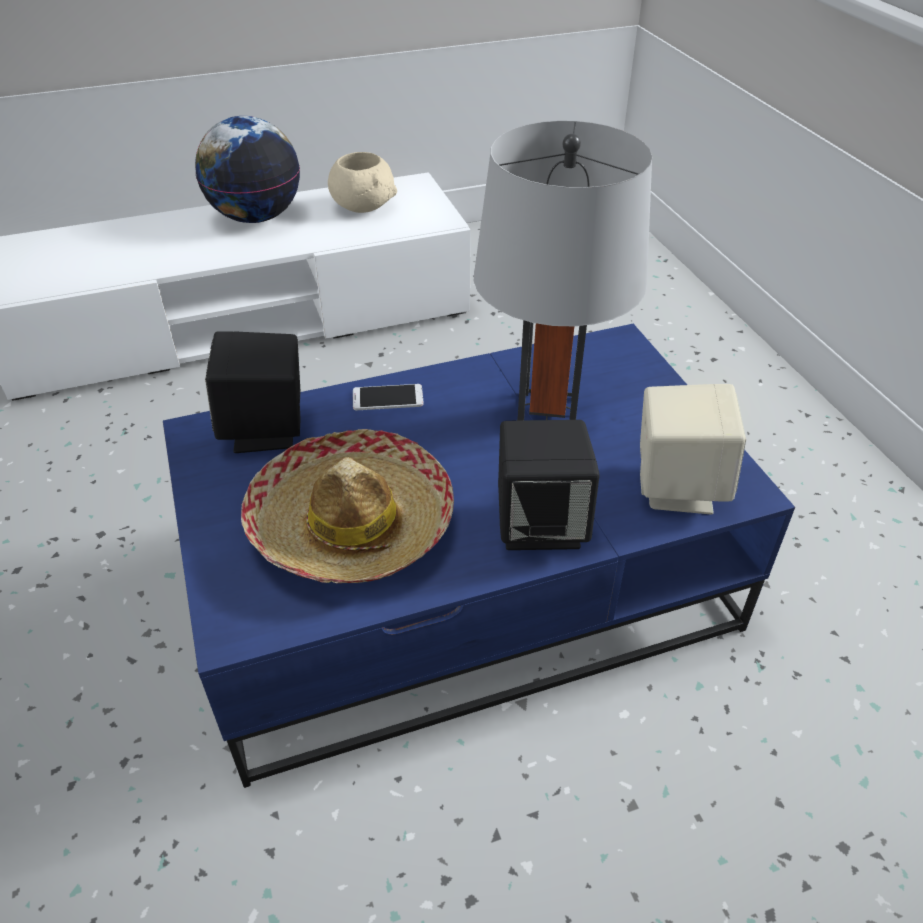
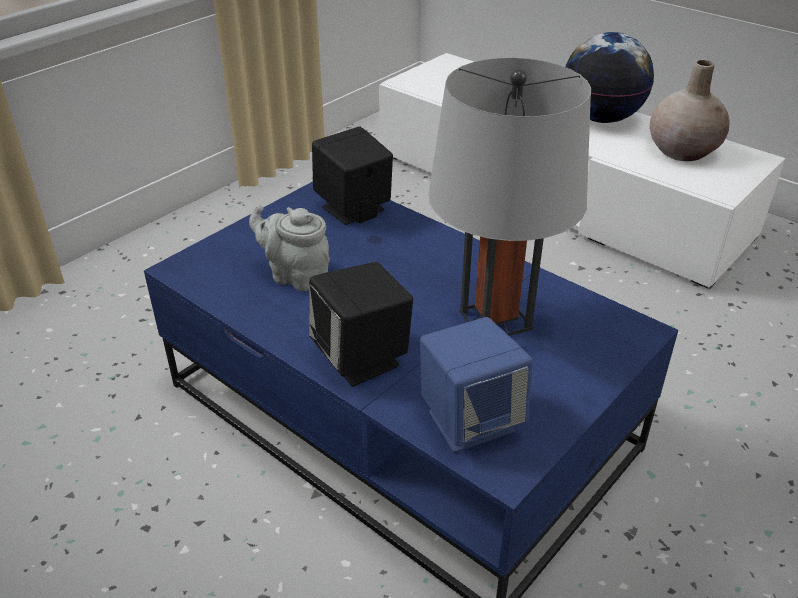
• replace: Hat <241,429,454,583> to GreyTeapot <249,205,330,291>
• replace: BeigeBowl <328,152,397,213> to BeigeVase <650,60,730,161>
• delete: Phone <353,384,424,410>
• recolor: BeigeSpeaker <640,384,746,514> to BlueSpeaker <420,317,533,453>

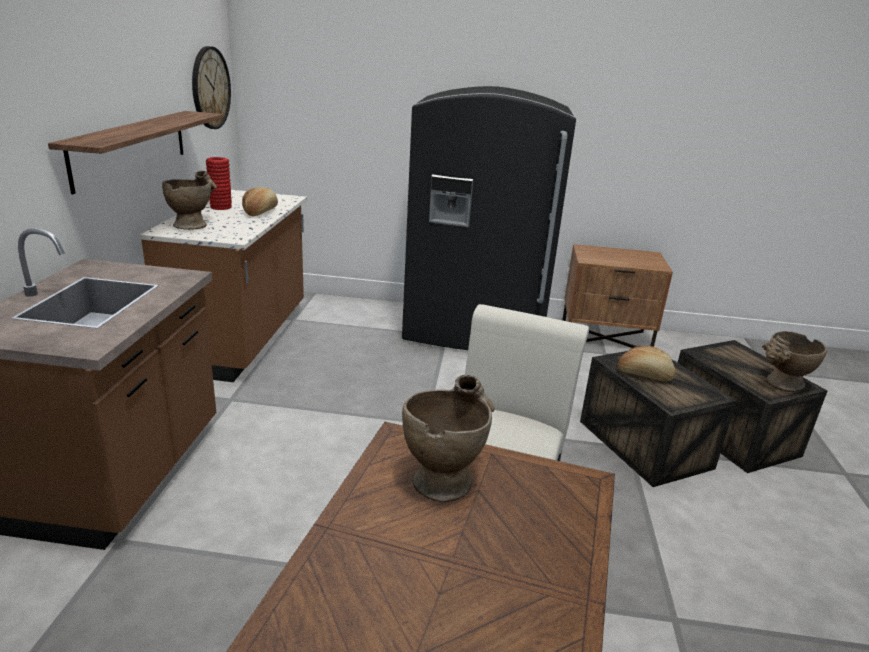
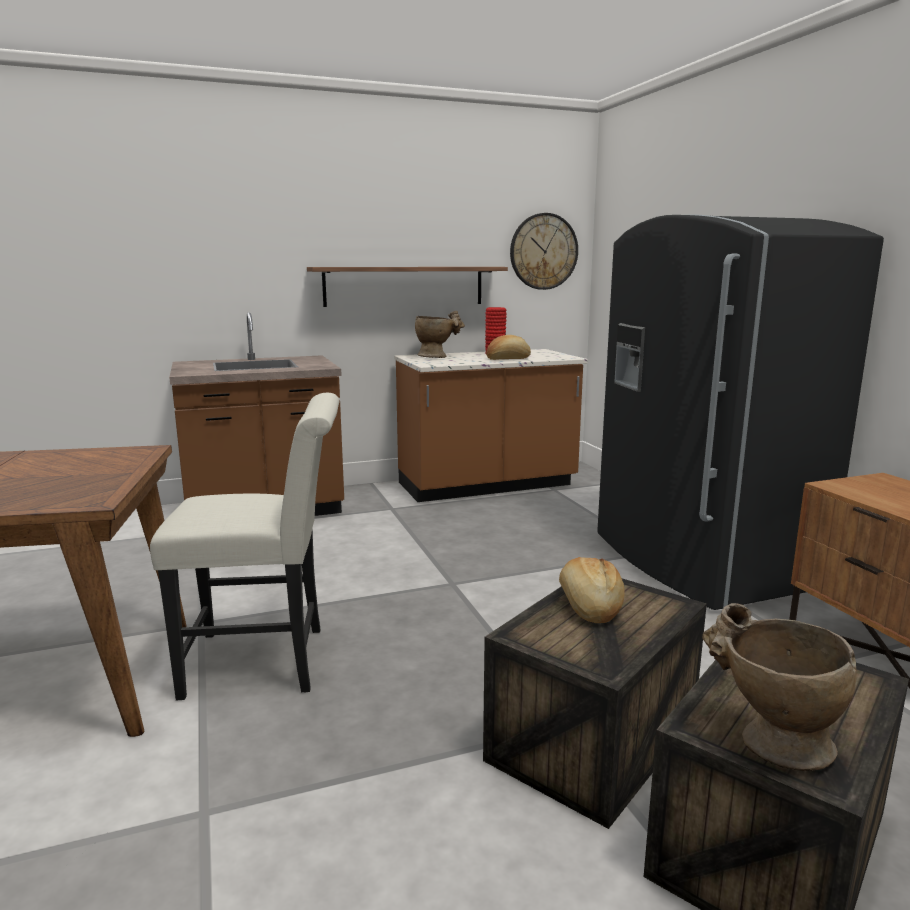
• delete: BeigeVase <402,375,495,502>

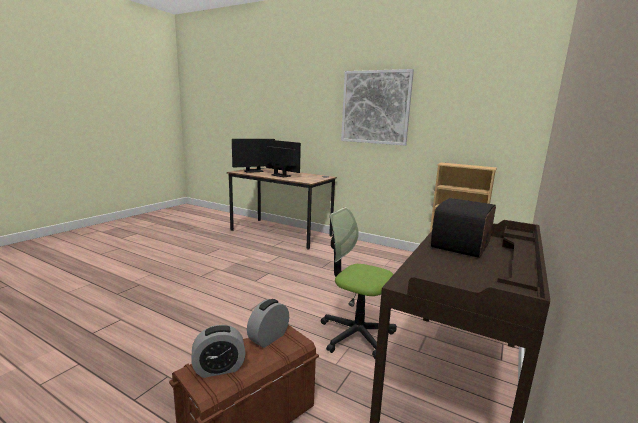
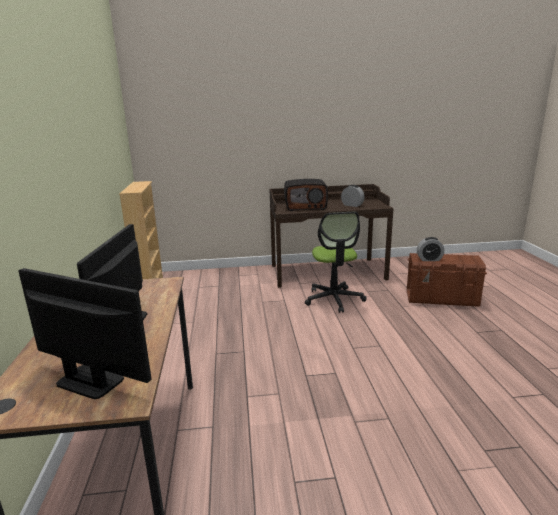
• move: AlarmClock <191,325,246,378> to <341,185,365,207>
• delete: Picture <341,69,414,145>

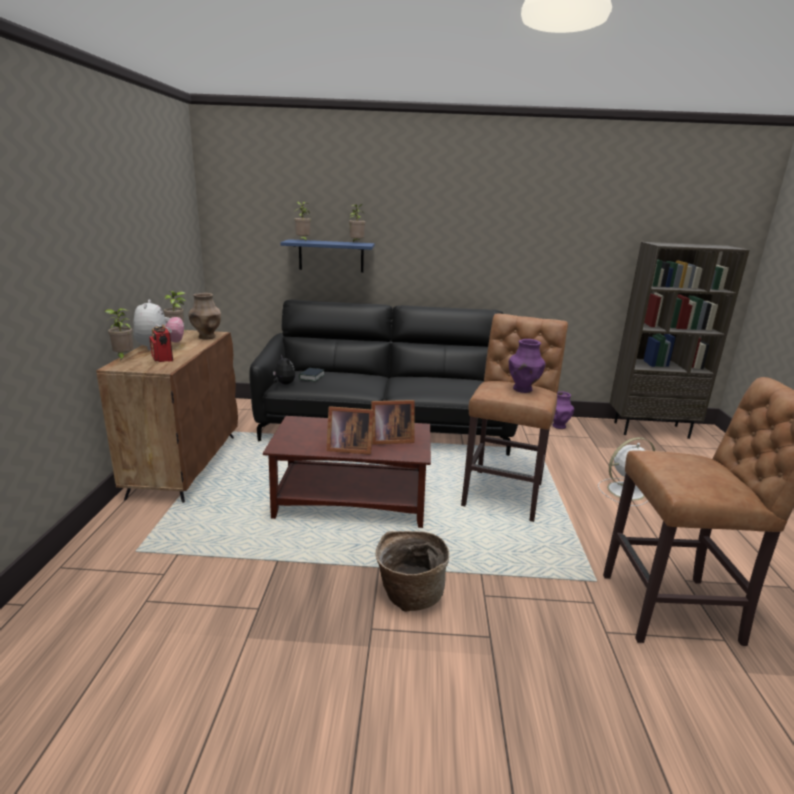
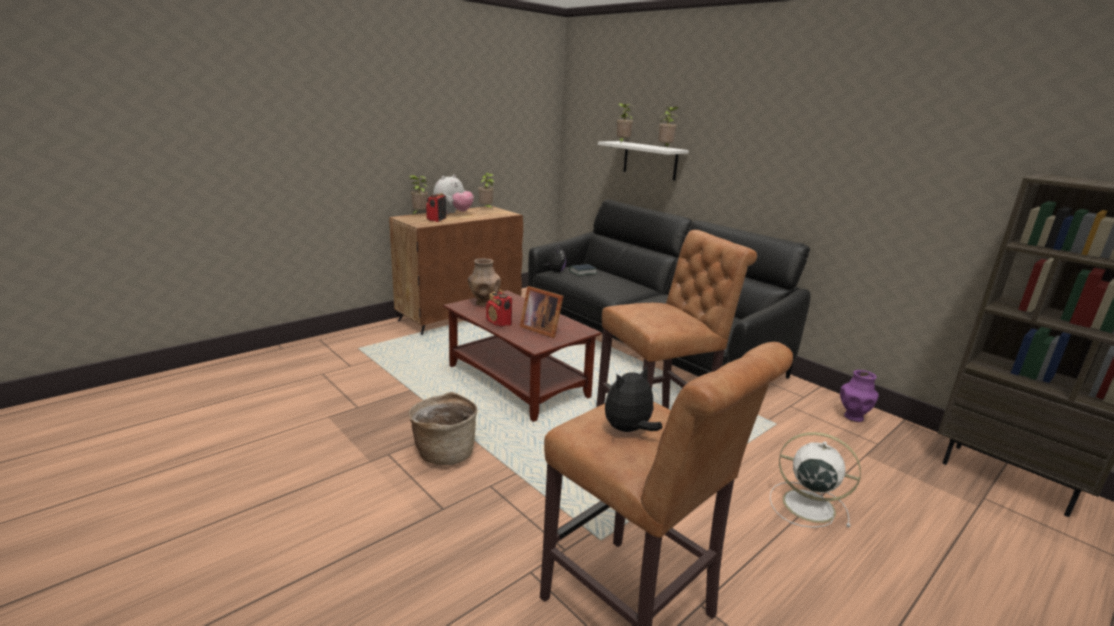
• move: BrownVase <189,293,221,339> to <468,259,501,306>
• recolor: BlueShelf <280,239,375,273> to WhiteShelf <598,141,689,181>
• replace: PictureFrame <326,406,374,455> to Radio <486,290,512,327>
• delete: PurpleVase <509,339,546,393>
• insert: PlushToy <605,366,662,432>

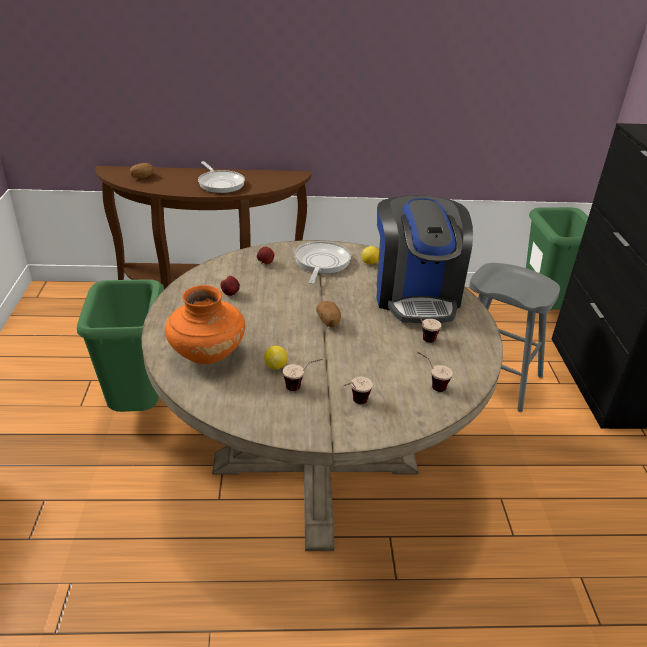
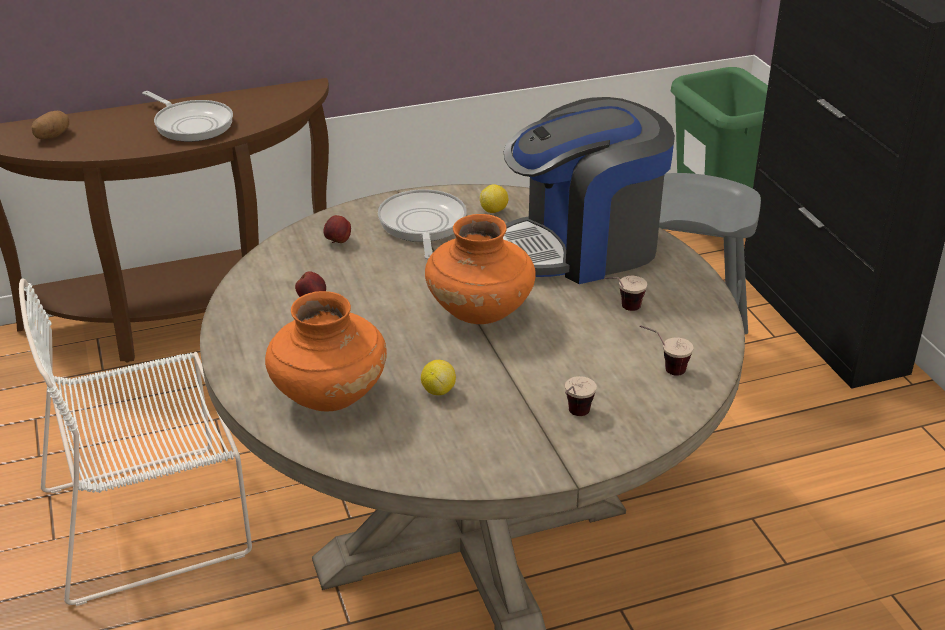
• replace: GreenTrashCan <77,279,164,412> to WhiteChair <19,278,252,606>
• delete: Cup <283,359,323,391>
• replace: Potato <316,301,341,327> to OrangeVase <425,214,536,324>
• rotate: CoffeeMachine <376,195,473,323> = <503,97,675,284> 90 degrees clockwise

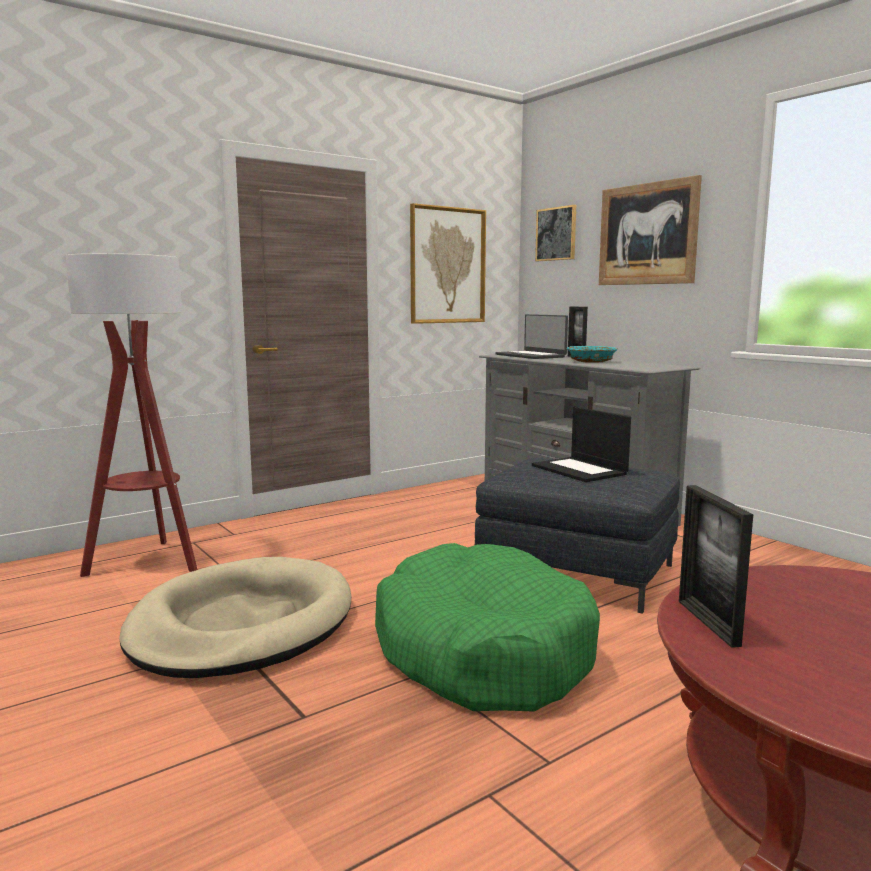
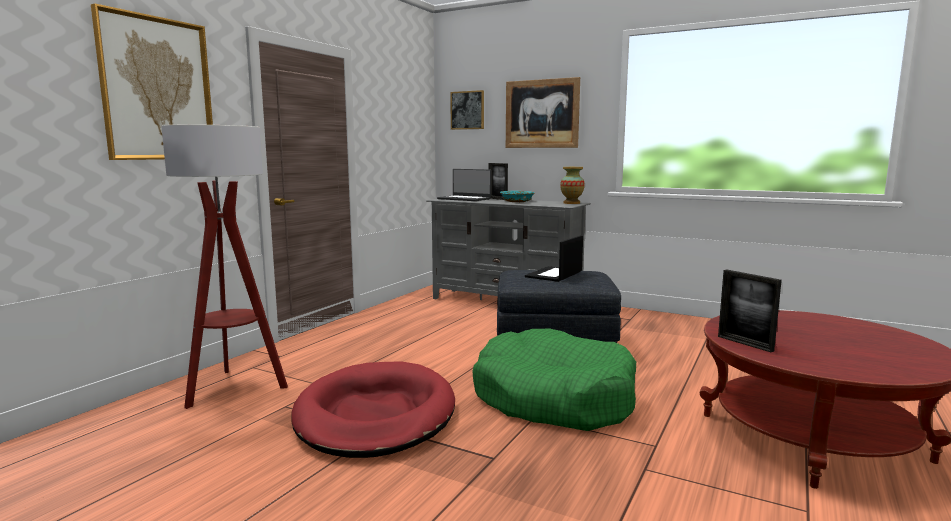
• recolor: BeigeDogBed <119,557,351,678> to RedDogBed <292,361,455,458>
• move: Picture <410,203,486,324> to <91,4,213,160>
• rotate: Laptop <532,407,631,482> = <525,235,583,282> 90 degrees clockwise
• insert: Vase <560,167,585,204>

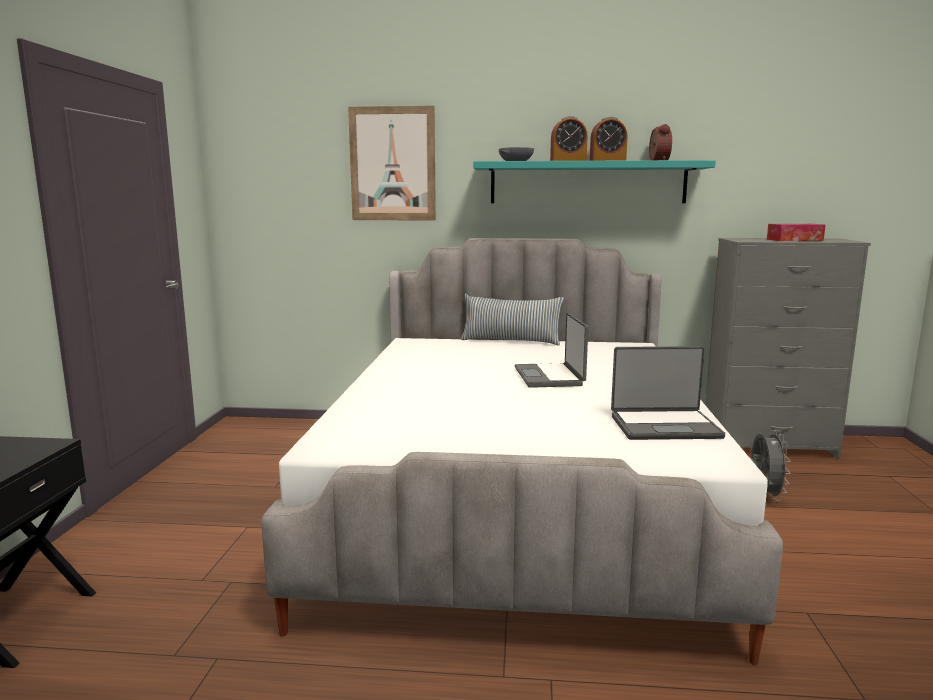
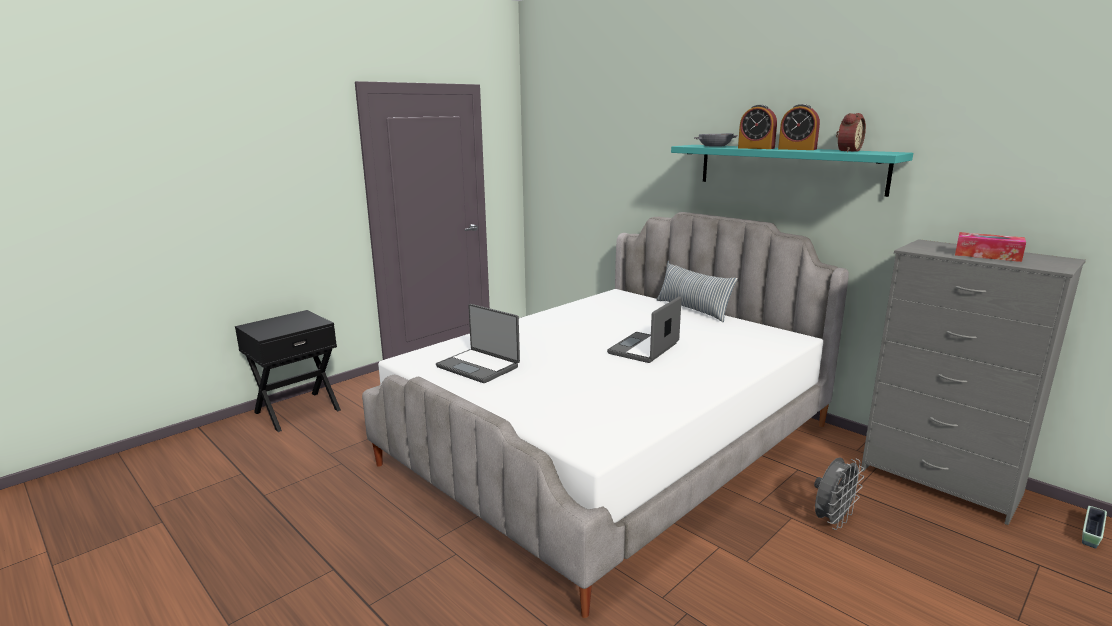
• delete: Picture <348,106,436,220>
• move: Laptop <611,346,725,440> to <436,304,520,383>
• insert: Planter <1082,506,1107,548>

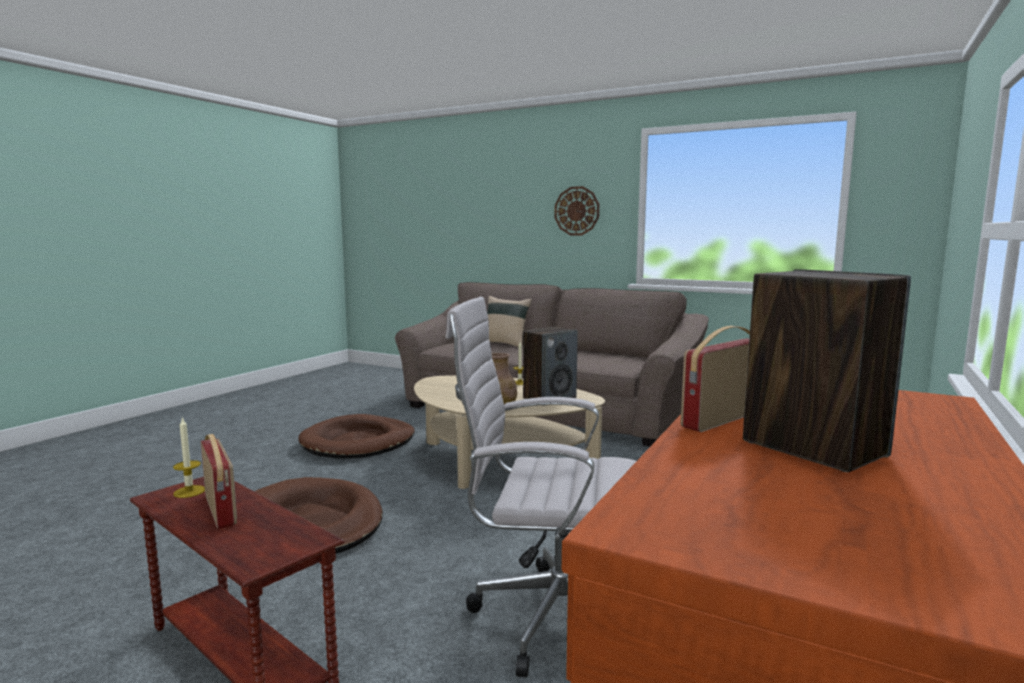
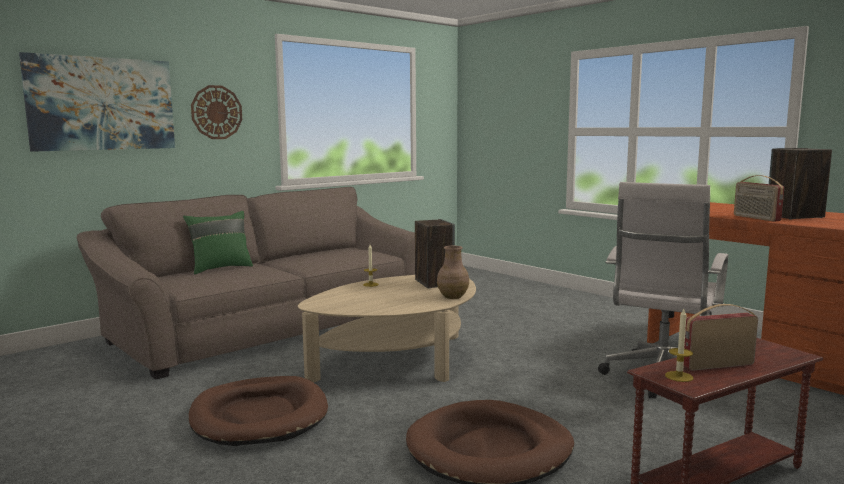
• recolor: BeigePillow <487,296,532,347> to GreenPillow <183,211,253,274>
• insert: Picture <19,52,175,152>

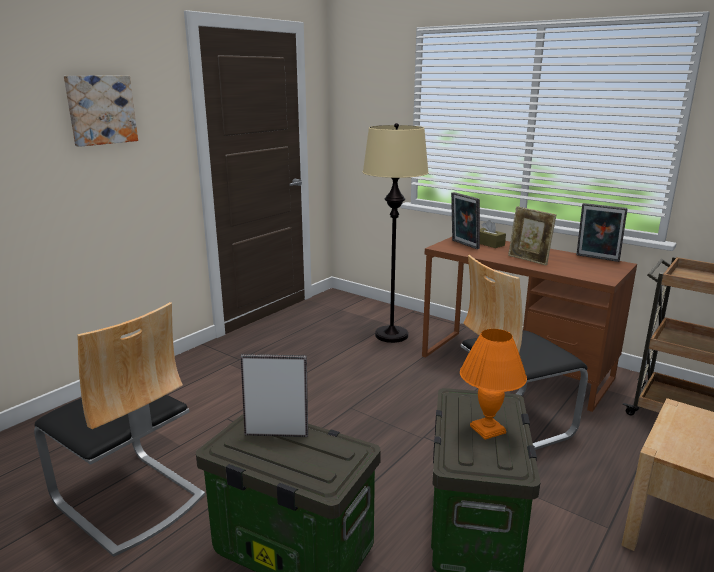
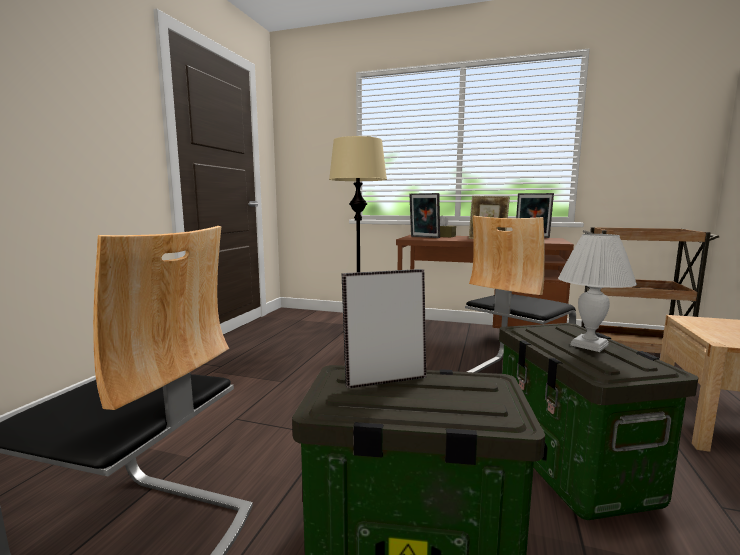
• delete: Picture <64,76,138,147>
• recolor: OrangeTableLamp <460,329,527,440> to WhiteTableLamp <558,234,637,352>

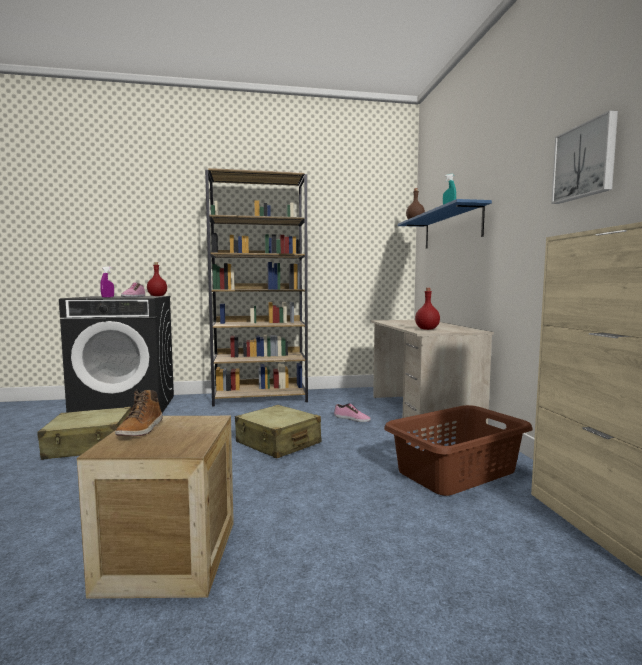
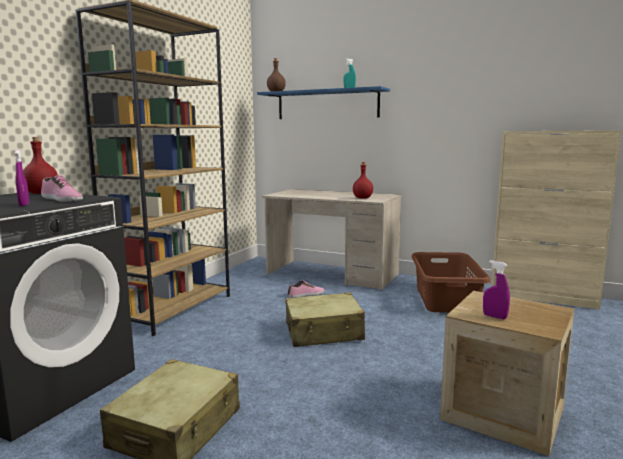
• replace: Boot <115,389,163,436> to PurpleSprayBottle <483,260,510,319>
• delete: Picture <551,110,618,204>

